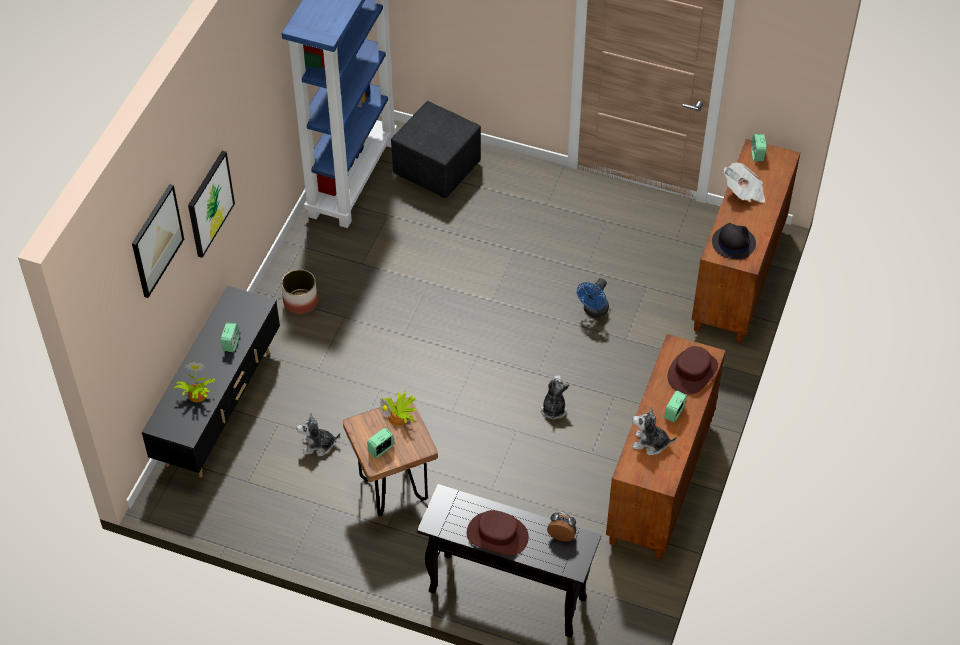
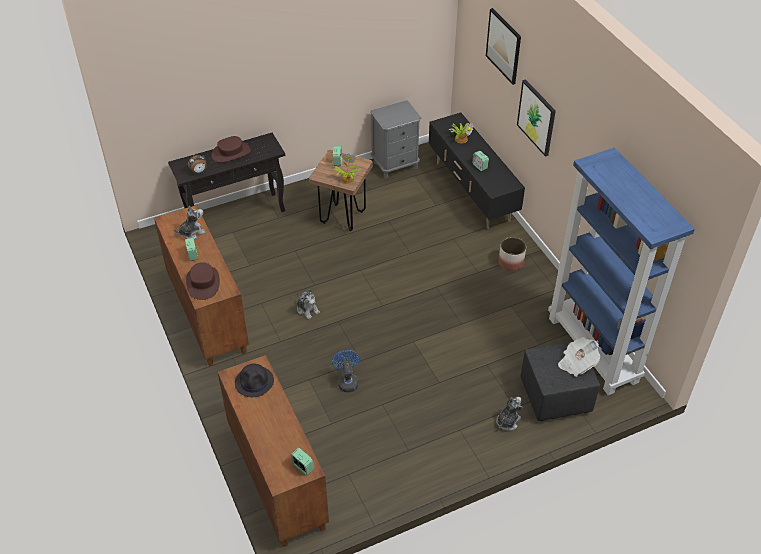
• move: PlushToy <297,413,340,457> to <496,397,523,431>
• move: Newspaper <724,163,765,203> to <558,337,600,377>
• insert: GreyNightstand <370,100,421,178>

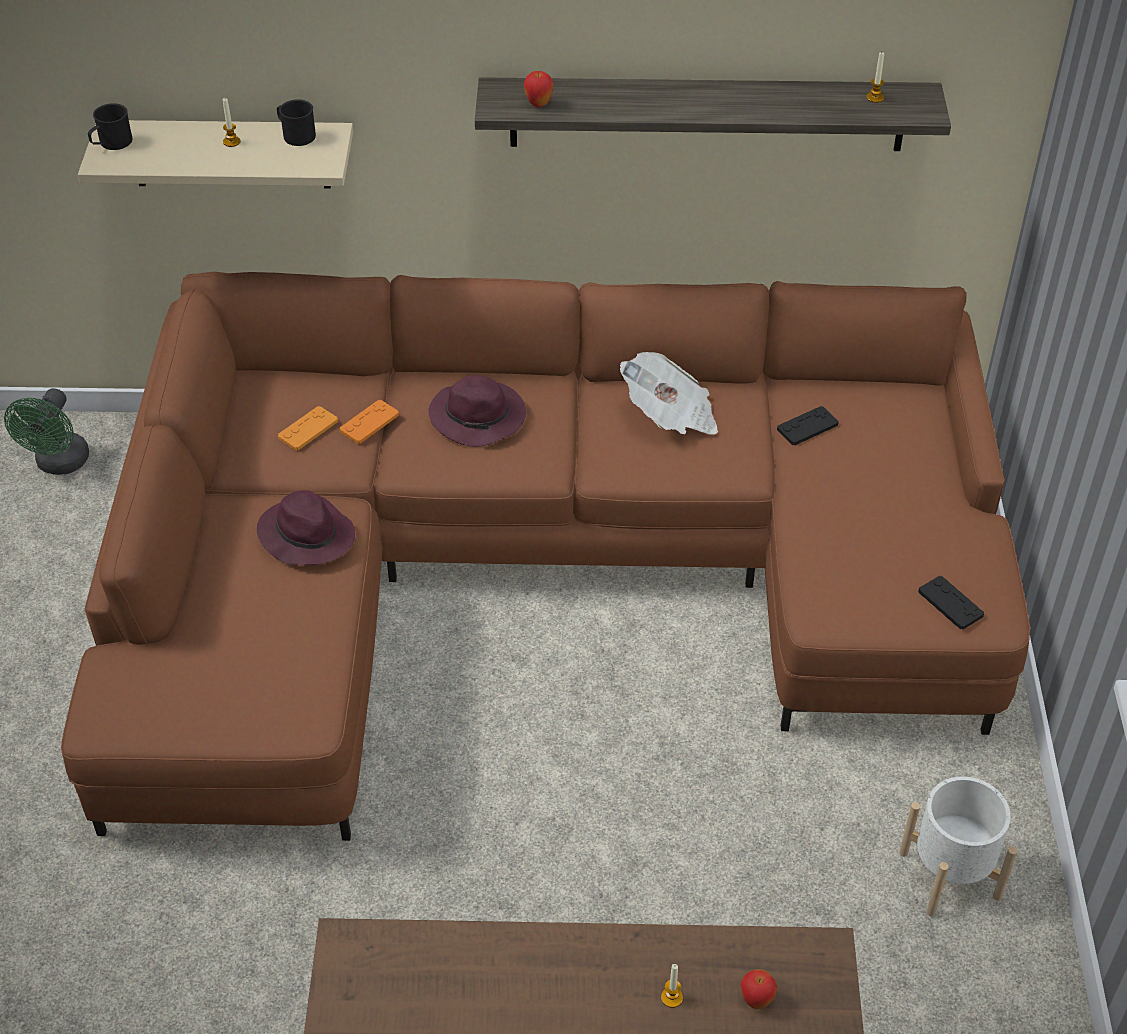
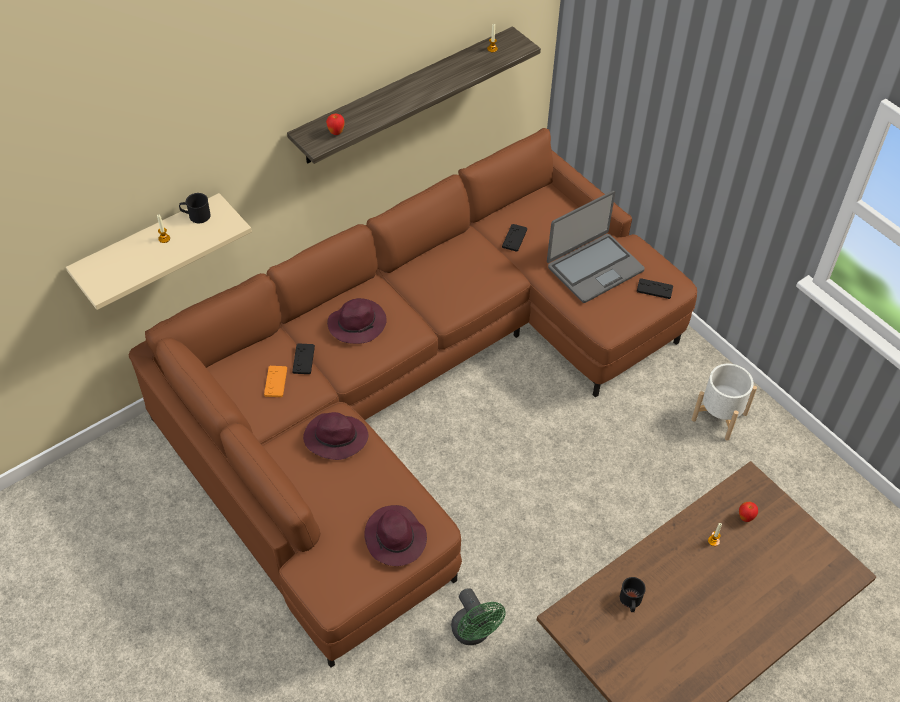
• move: GreenFan <4,388,89,475> to <451,588,506,645>
• move: BlackMug <88,103,132,150> to <620,577,646,612>
• recolor: OrangeGameController <340,400,399,444> to BlackGameController <292,343,315,374>
• delete: Newspaper <620,352,718,435>
• insert: PurpleHat <364,505,427,566>
• insert: Laptop <547,191,645,303>

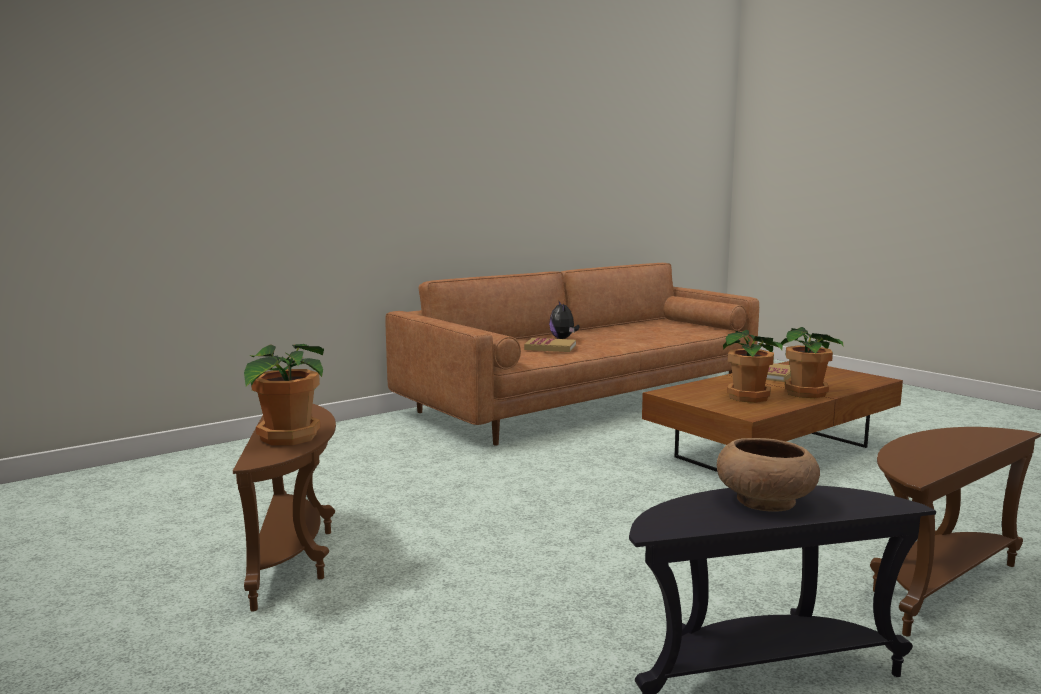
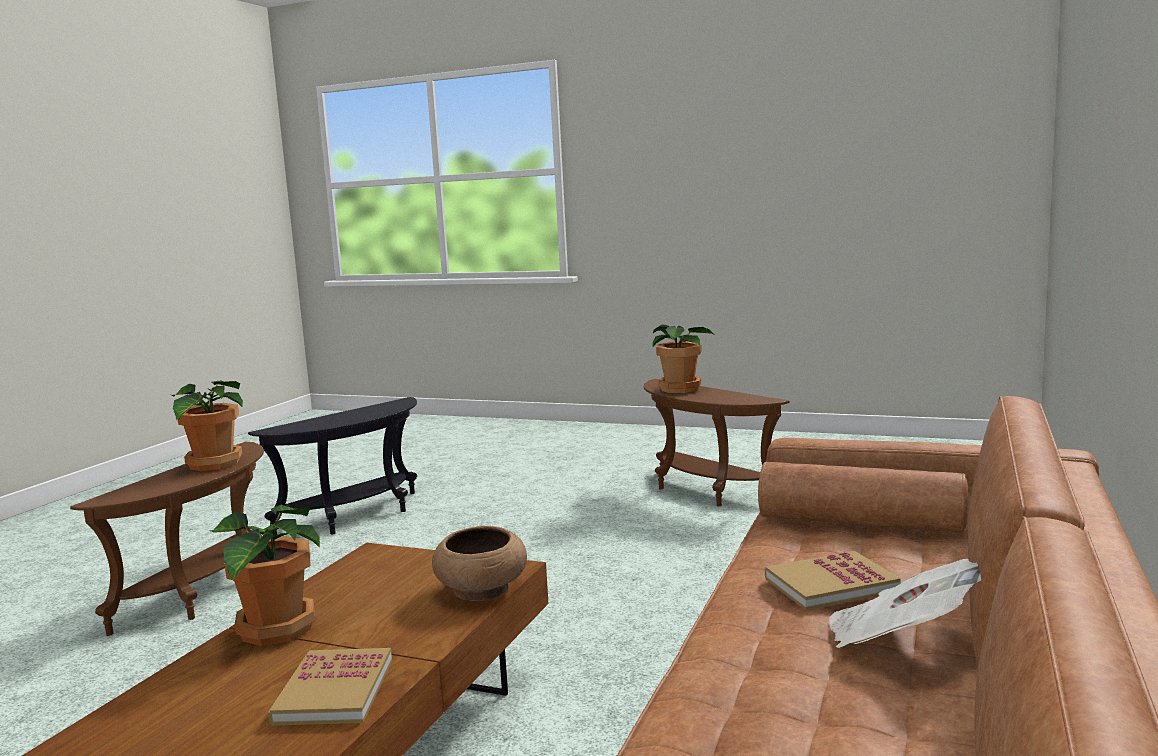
• replace: PlushToy <549,300,579,339> to Newspaper <829,559,981,648>
• move: BrownBowl <717,438,820,512> to <432,526,527,601>
• move: PottedPlant <723,330,783,403> to <172,380,243,471>

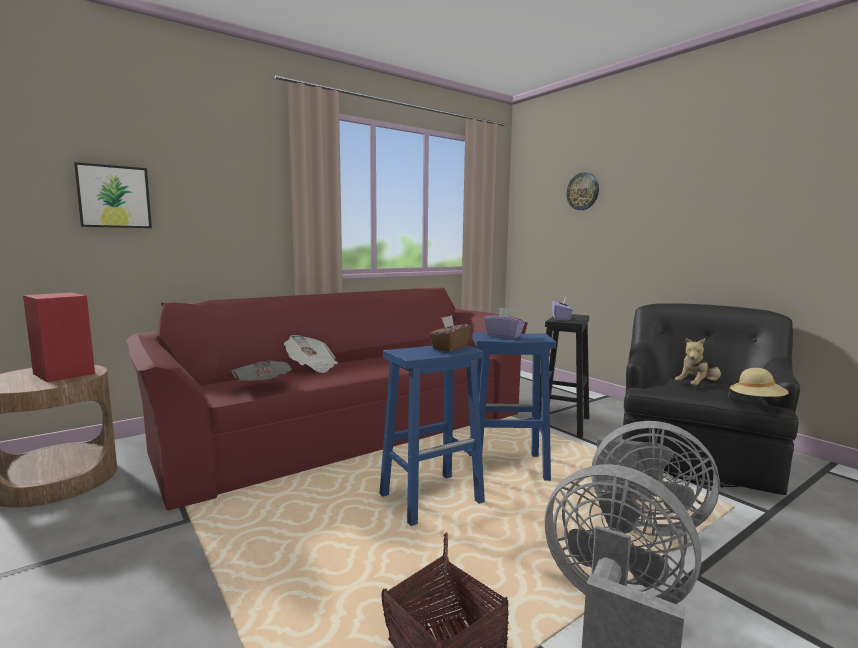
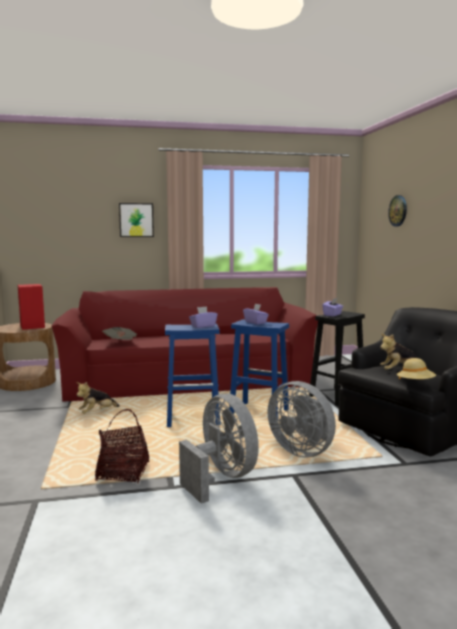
• move: Picture <74,162,152,228> to <119,203,154,237>
• delete: Newspaper <284,335,338,373>
• recolor: BrownTissueBox <429,315,471,352> to PurpleTissueBox <189,306,218,328>
• insert: PlushToy <76,382,119,414>

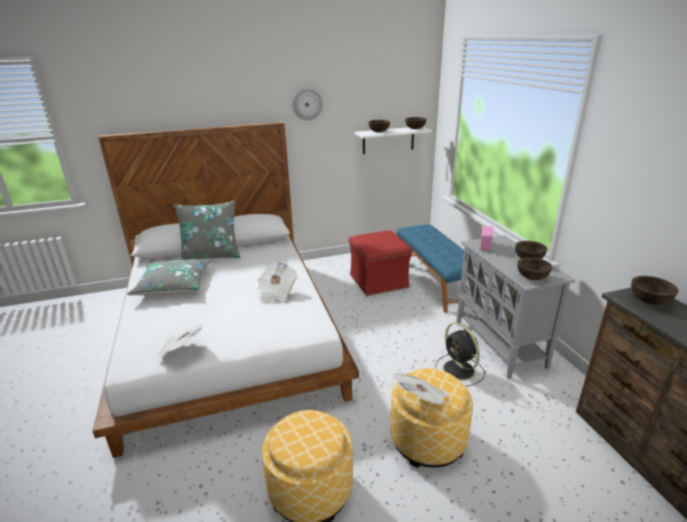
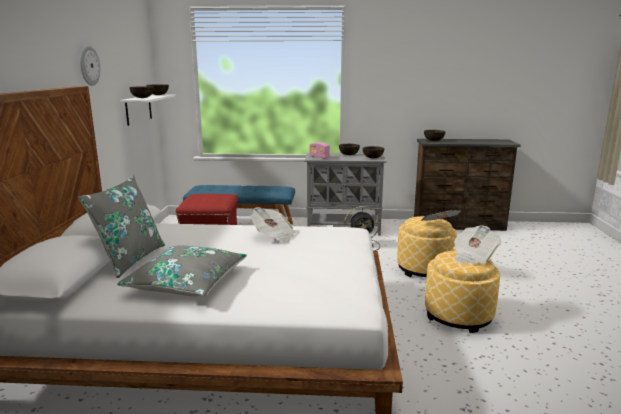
• move: Newspaper <157,322,205,355> to <453,225,501,264>

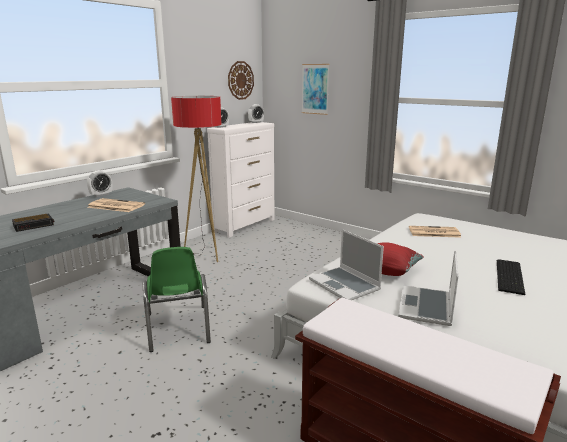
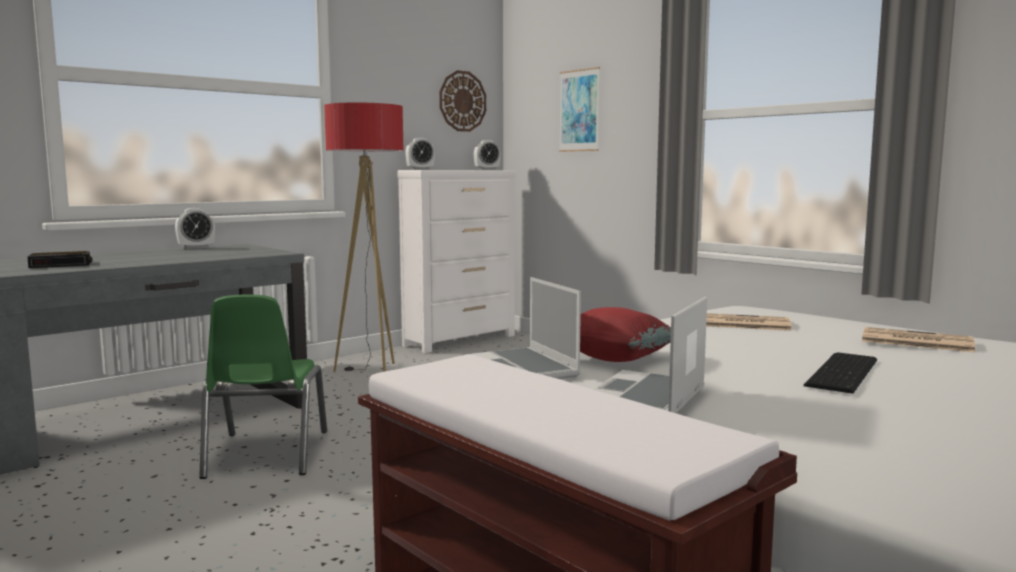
• move: Newspaper <87,198,145,212> to <862,327,975,352>

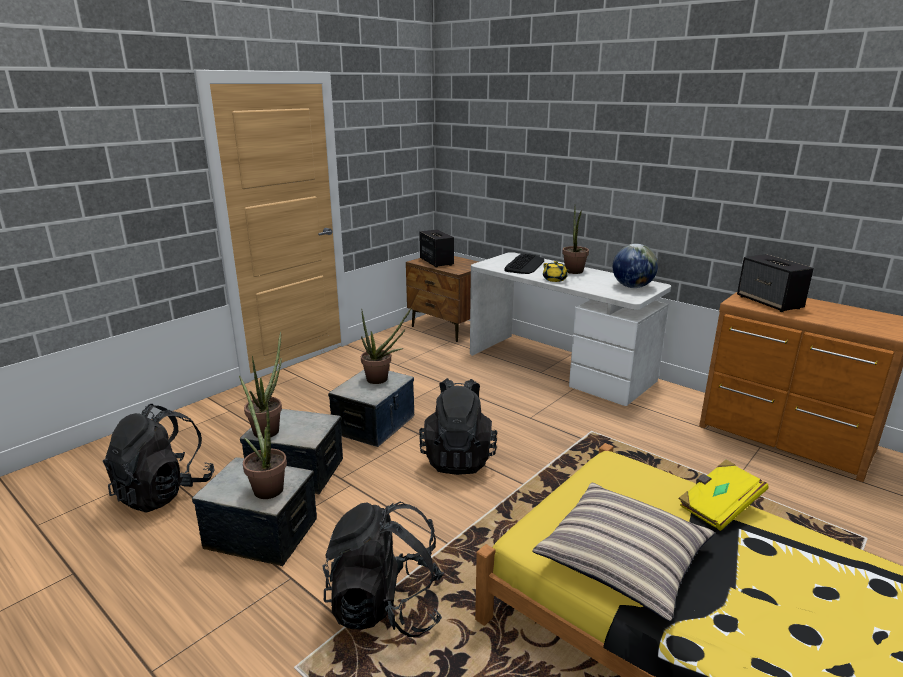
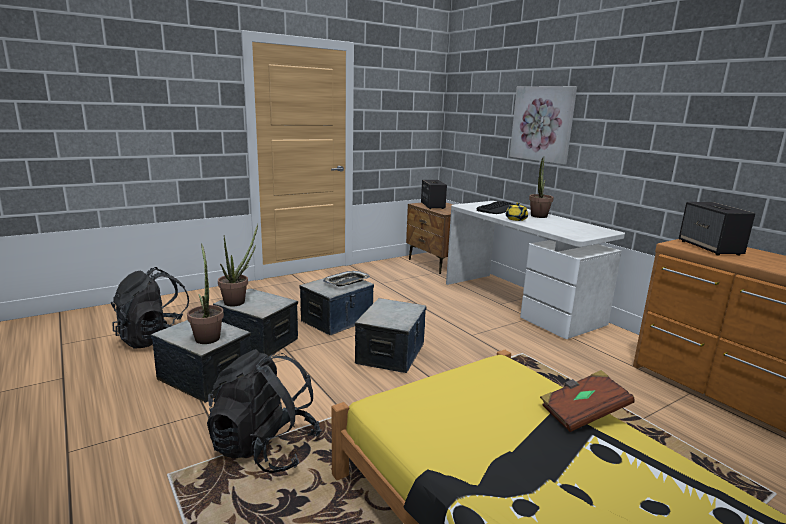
• replace: PottedPlant <361,308,411,384> to Tray <323,271,370,286>
• replace: BlackBackpack <419,378,497,475> to StorageBox <355,298,426,373>
• delete: Pillow <532,483,715,621>
• delete: Globe <613,244,658,288>
• recolor: YellowBook <678,459,769,531> to BrownBook <540,370,635,432>
• insert: Picture <509,86,577,164>

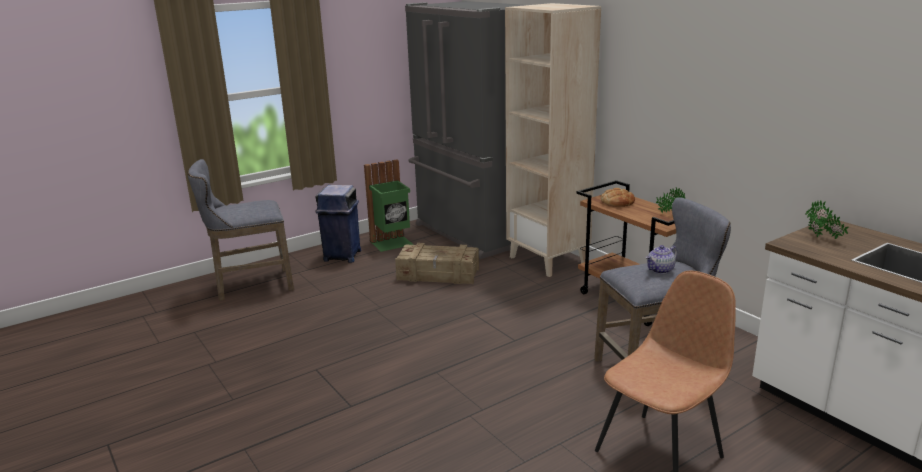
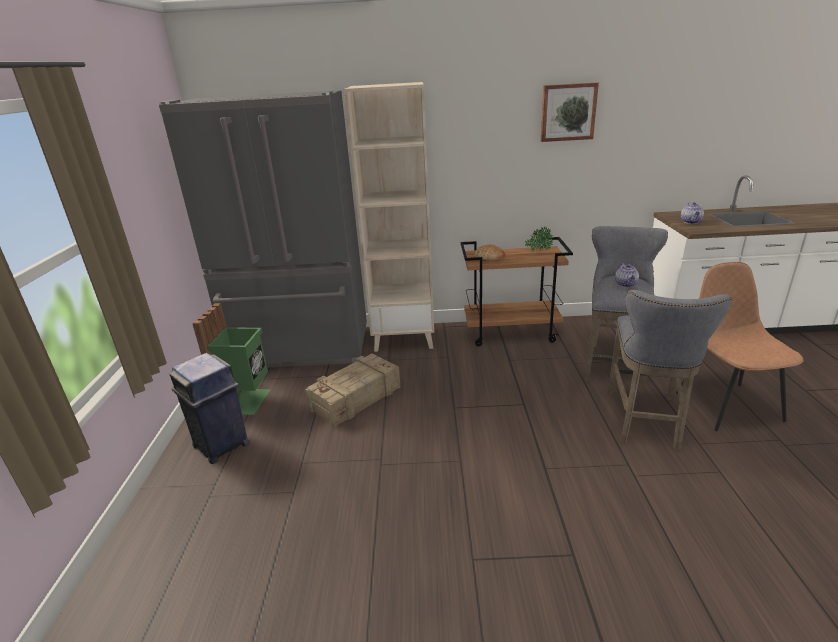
• move: GreyStool <188,159,294,301> to <608,290,732,450>
• replace: PottedPlant <805,200,849,239> to Teapot <681,202,704,224>
• insert: Picture <541,82,599,142>

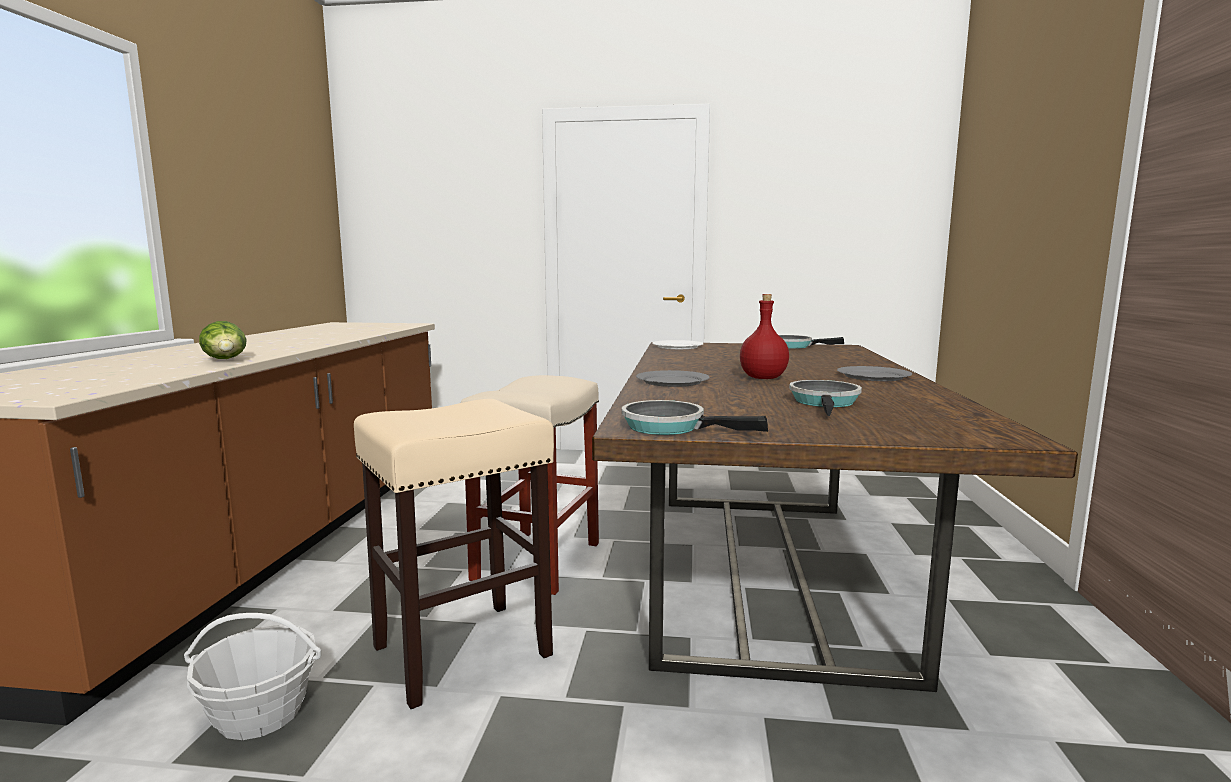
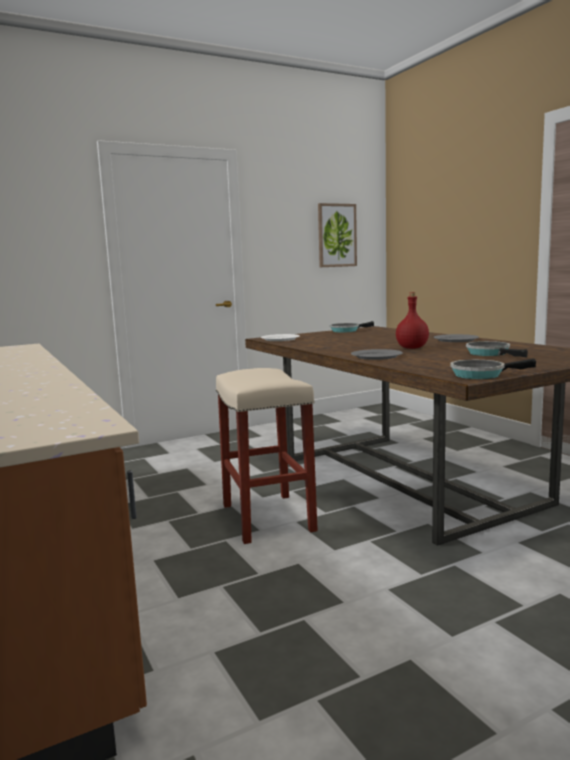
• delete: Basket <184,613,321,740>
• delete: Lettuce <199,321,247,359>
• delete: BeigeStool <354,399,554,709>
• insert: Picture <318,203,357,267>

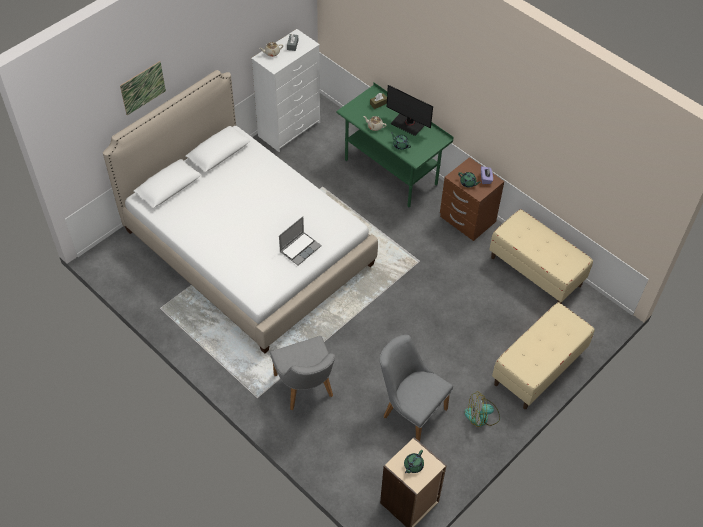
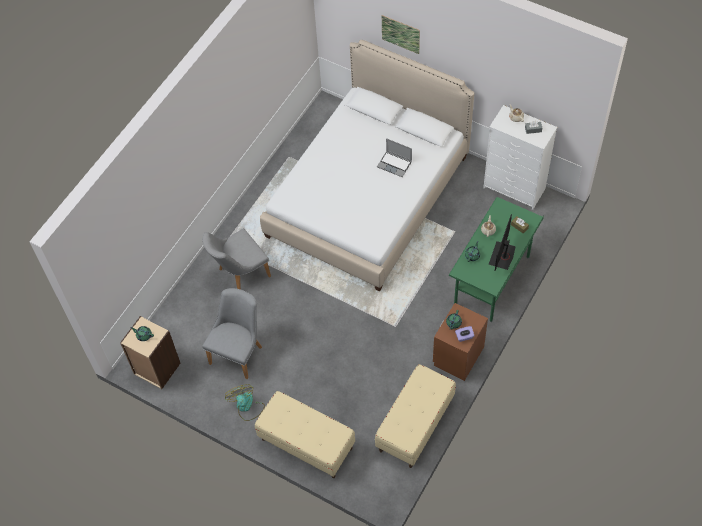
• move: Laptop <279,216,322,265> to <377,138,412,177>

